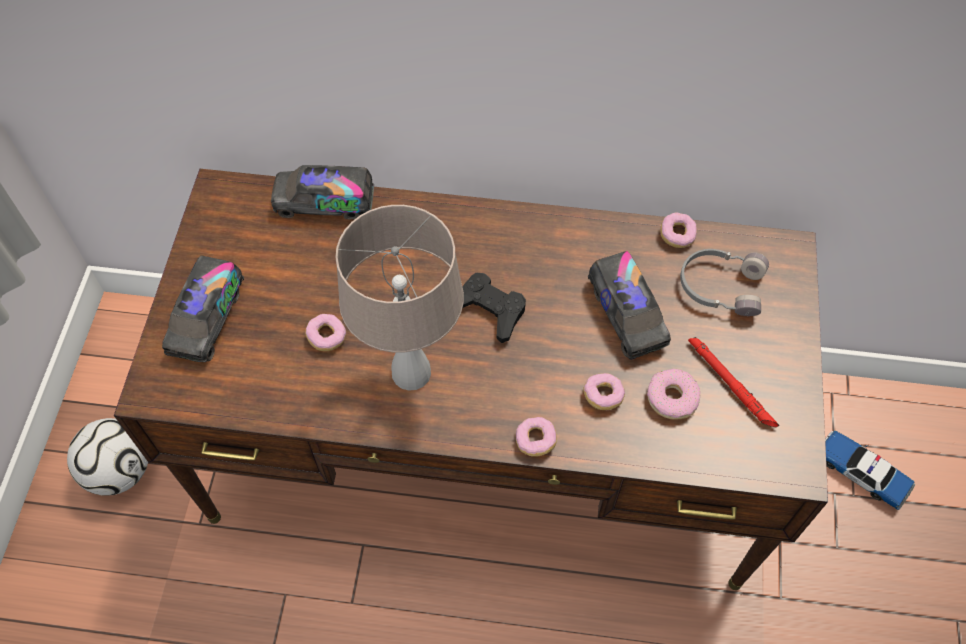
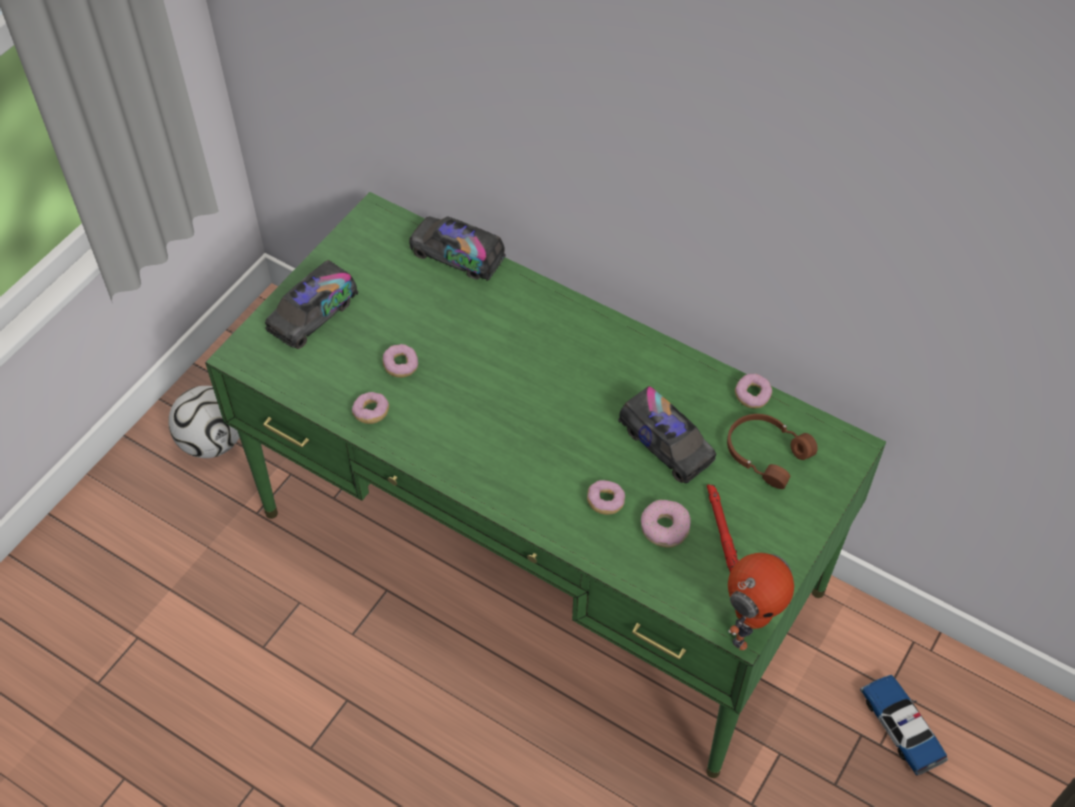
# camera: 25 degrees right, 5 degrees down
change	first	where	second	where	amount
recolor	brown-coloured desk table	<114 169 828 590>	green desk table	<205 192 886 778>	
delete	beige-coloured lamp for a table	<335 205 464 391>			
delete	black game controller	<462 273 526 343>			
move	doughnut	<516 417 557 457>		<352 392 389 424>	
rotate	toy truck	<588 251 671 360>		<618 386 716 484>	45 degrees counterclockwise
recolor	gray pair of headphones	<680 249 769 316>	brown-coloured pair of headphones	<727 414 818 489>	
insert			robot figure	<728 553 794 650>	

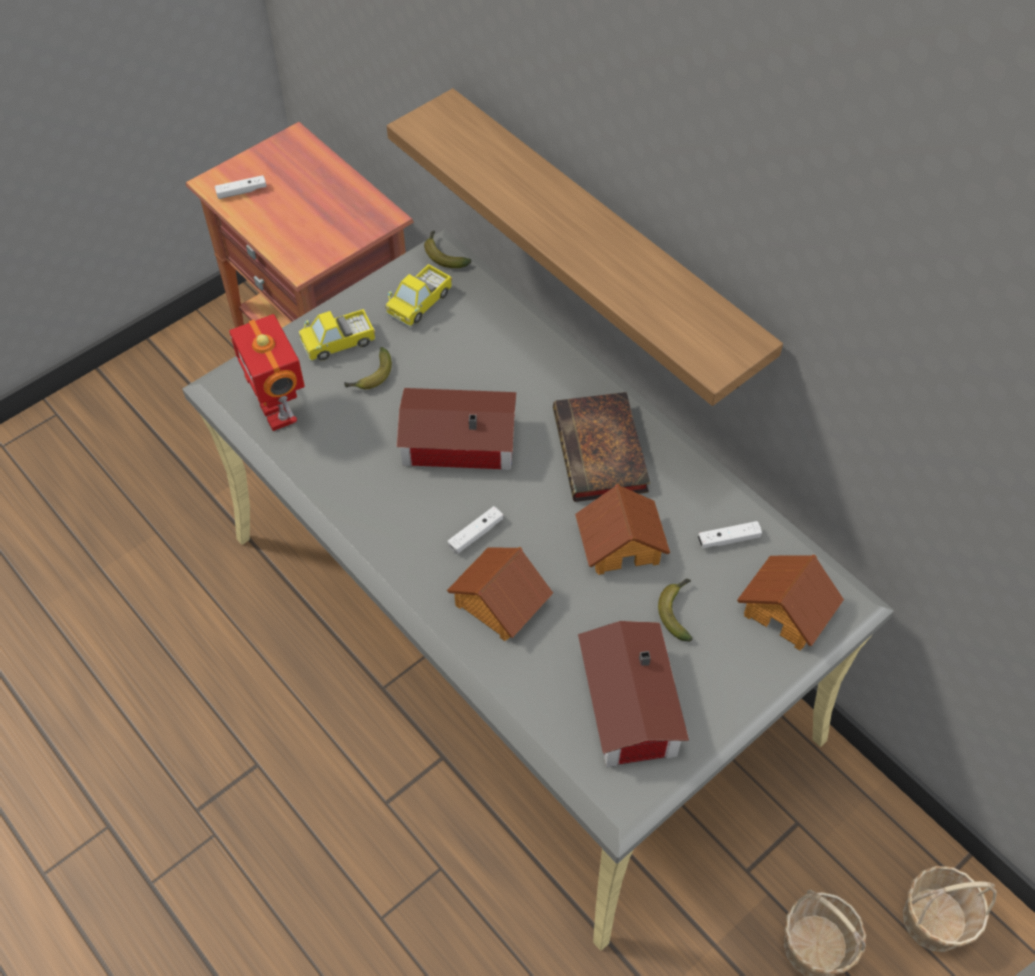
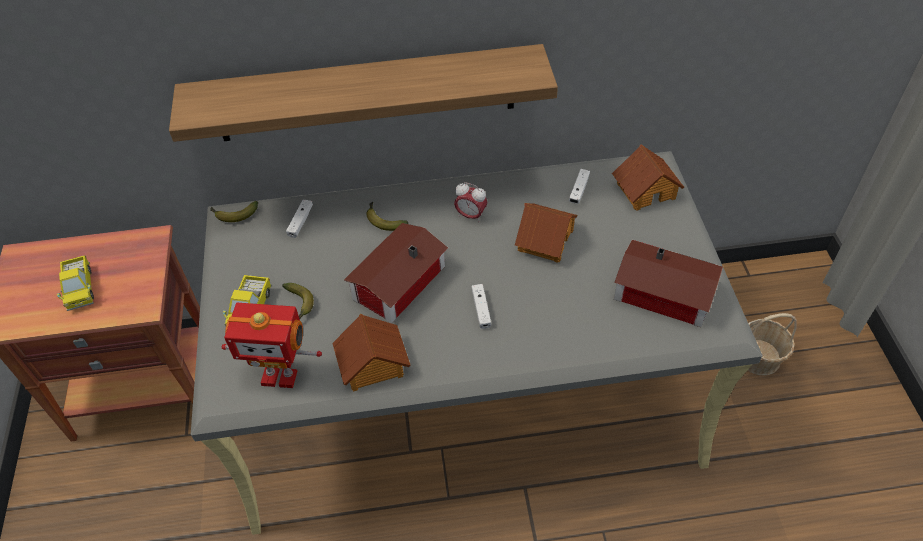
# camera: 55 degrees left, 5 degrees down
change	first	where	second	where	amount
move	whitish game controller	<215 175 267 199>		<286 200 313 238>	
move	toy truck	<385 264 453 328>		<57 255 94 311>	
move	model house	<447 547 553 641>		<332 314 411 391>	
replace	book	<553 392 650 502>	alarm clock	<454 182 487 222>	
move	banana	<658 579 692 642>		<366 202 408 231>	
delete	basket	<903 866 997 952>			

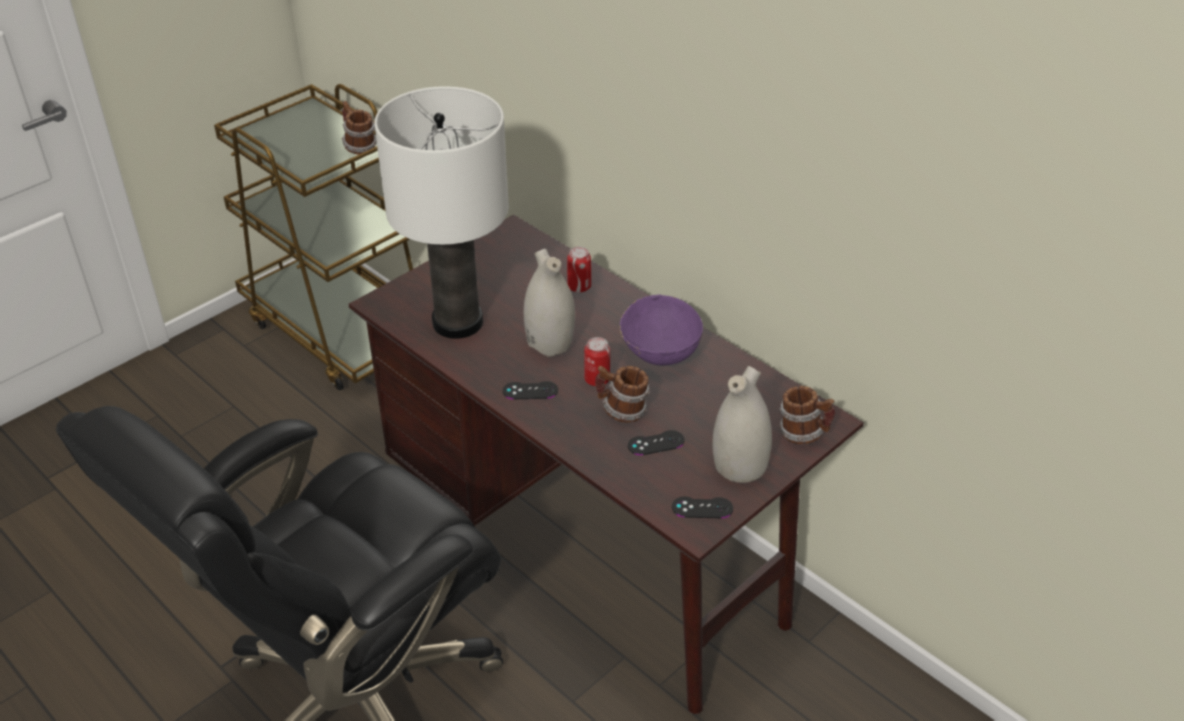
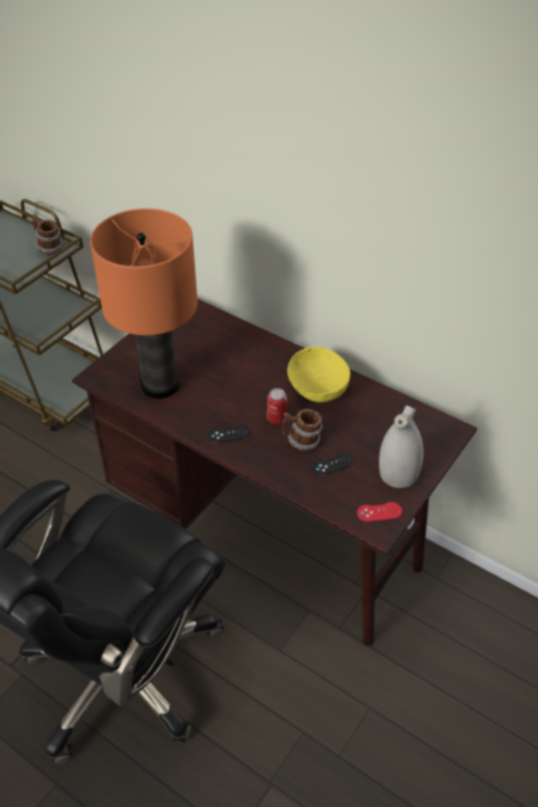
# camera: 10 degrees left, 5 degrees up
change	first	where	second	where	amount
recolor	whitish lamp for a table	<374 86 509 339>	orangey lamp for a table	<90 208 198 399>	
delete	whitish decorative vase	<524 249 575 357>			
delete	sealed can	<567 247 591 292>			
recolor	purple deep dish	<620 294 703 365>	yellowish deep dish	<287 347 350 402>	
recolor	black game controller	<672 496 733 518>	reddish game controller	<357 502 402 522>	
delete	mug	<779 386 835 444>			

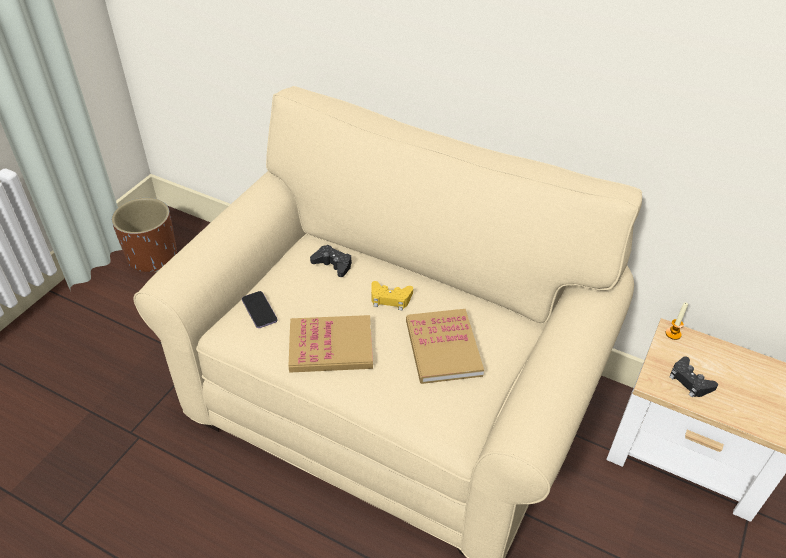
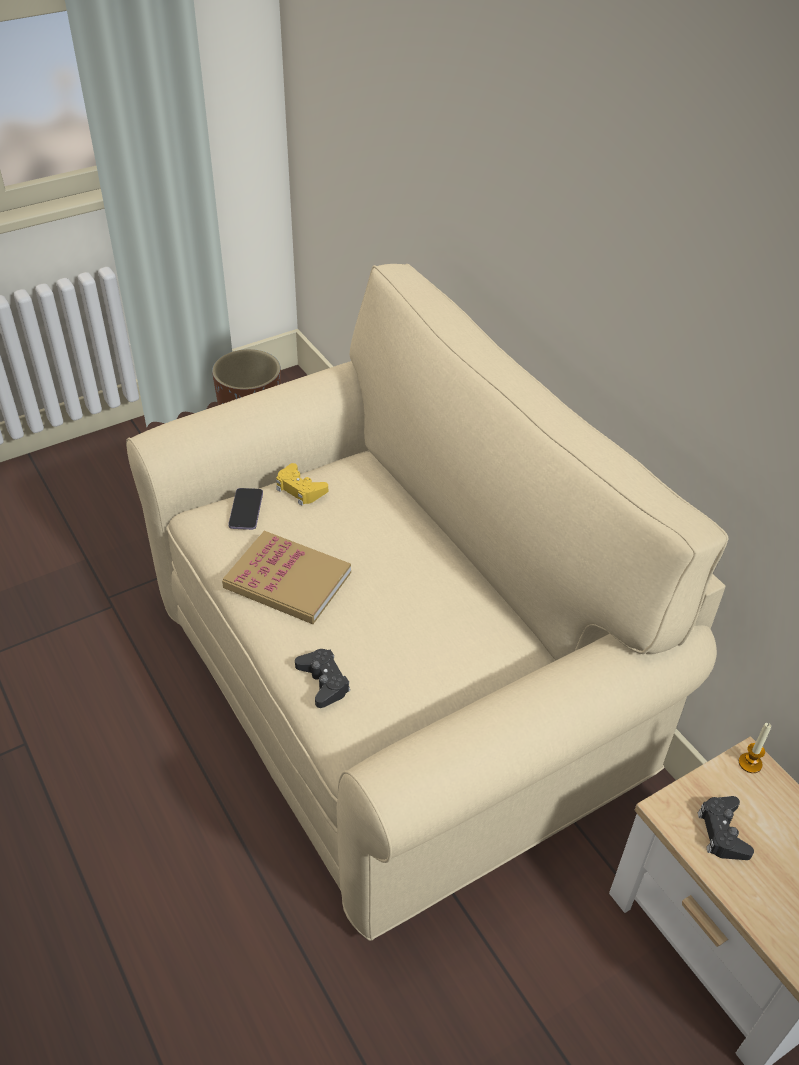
# camera: 30 degrees right, 0 degrees up
change	first	where	second	where	amount
move	black game controller	<310 245 352 277>		<295 649 350 708>	
move	yellowish game controller	<371 281 413 311>		<276 463 328 506>	
delete	book	<406 309 484 384>			

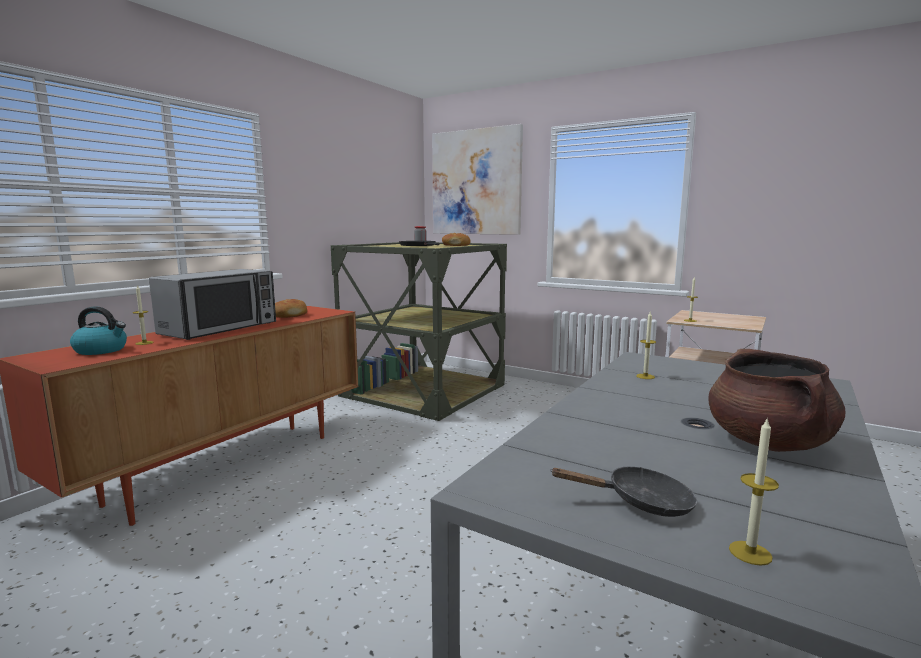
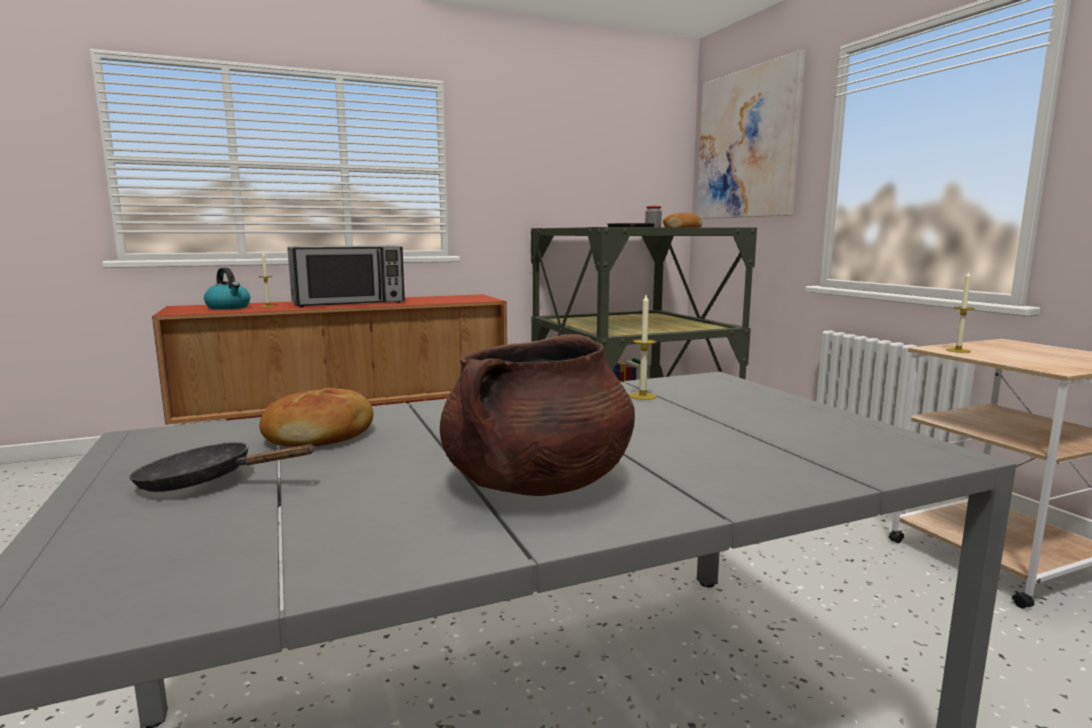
# camera: 35 degrees right, 0 degrees up
change	first	where	second	where	amount
move	bakery bread	<275 299 307 318>		<259 388 374 447>	
rotate	black frying pan	<550 467 697 517>		<129 442 315 492>	150 degrees clockwise
delete	wax candle	<729 417 779 566>			

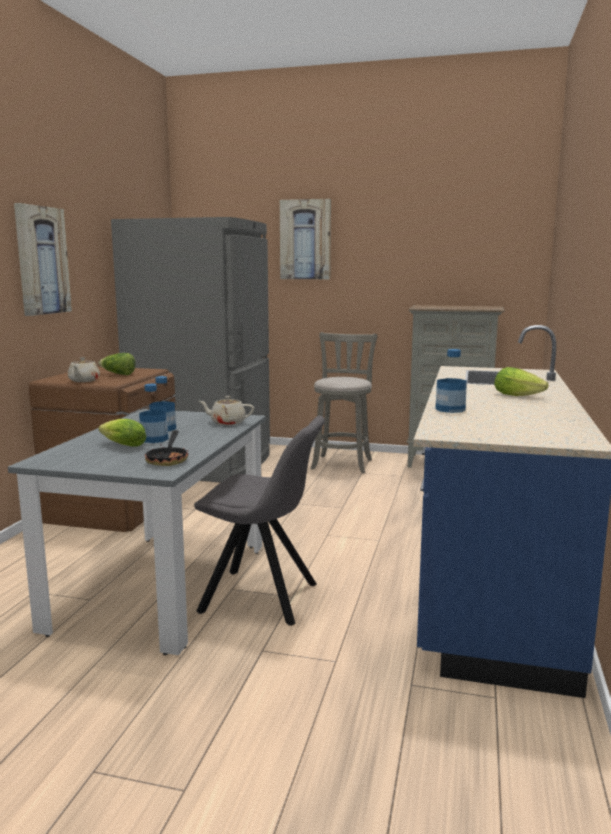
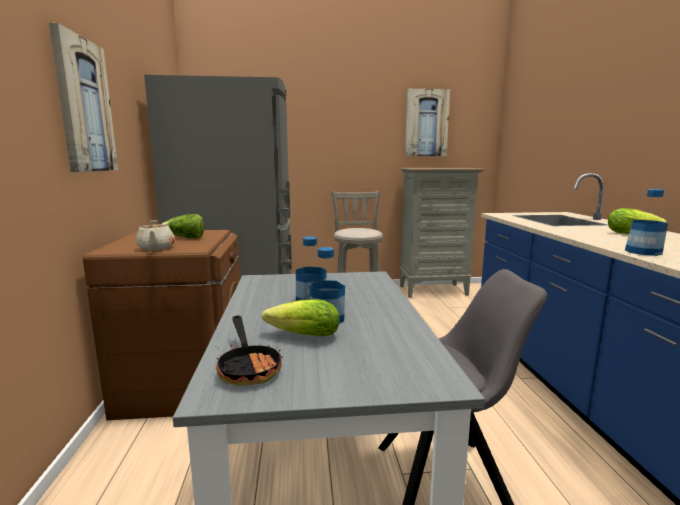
# camera: 20 degrees left, 0 degrees up
change	first	where	second	where	amount
move	frying pan	<145 431 188 466>		<216 316 283 386>	
delete	beige-coloured pot for tea	<199 396 254 425>			
move	picture	<280 199 331 279>		<405 89 450 156>	

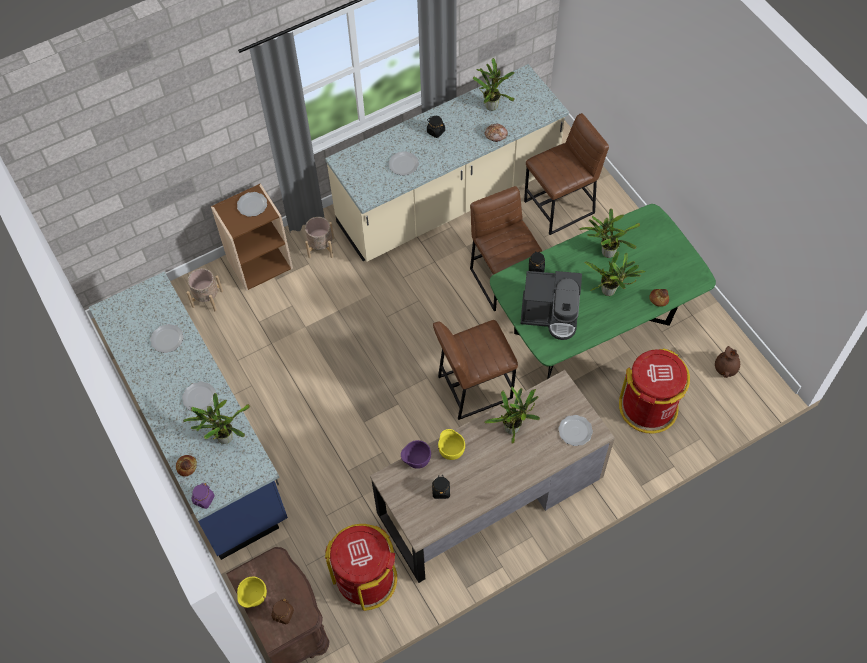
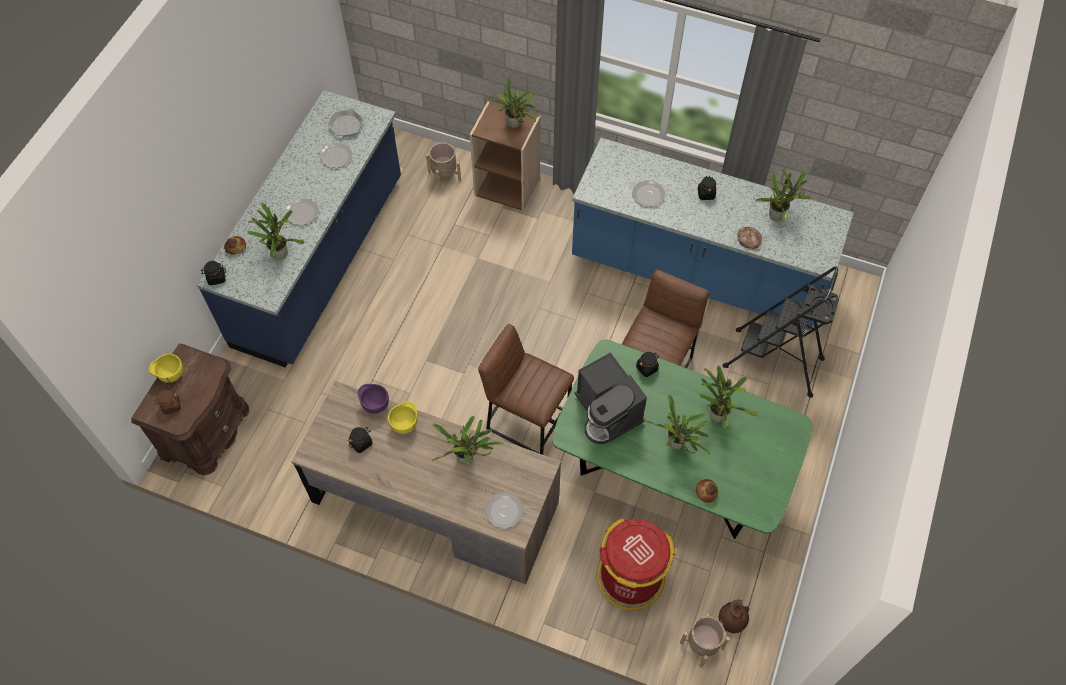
# camera: 50 degrees right, 0 degrees up
change	first	where	second	where	amount
recolor	purple jar	<192 483 215 509>	black jar	<201 261 226 285>	
replace	plate	<237 192 267 217>	potted plant	<484 78 536 128>	
move	beige-coloured flower pot	<305 217 334 258>		<680 614 730 668>	
recolor	beige-coloured kitchen base unit	<325 64 569 262>	blue kitchen base unit	<572 138 854 330>	
delete	reddish trash can	<325 524 397 611>			
replace	brown-coloured chair	<524 113 609 235>	stepladder	<722 266 839 398>	
insert			frying pan	<328 108 363 138>	

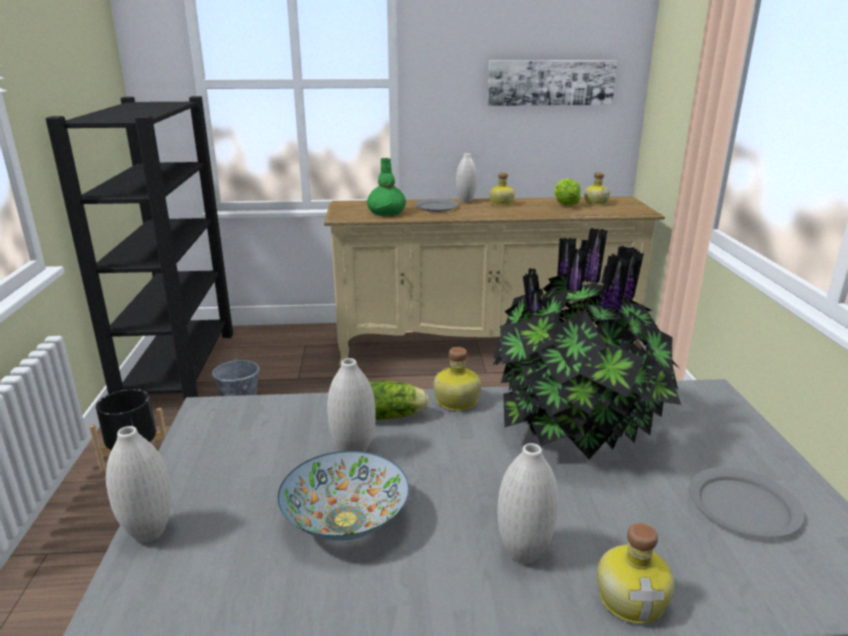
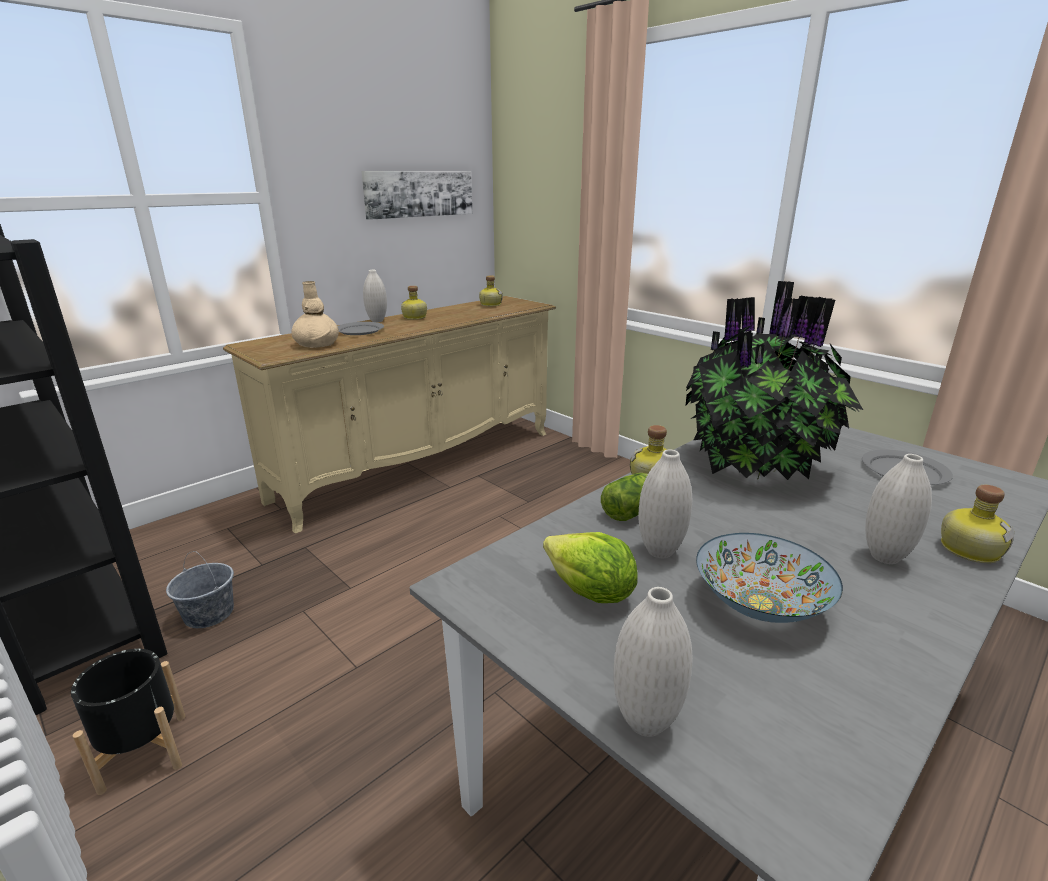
# camera: 40 degrees left, 0 degrees up
change	first	where	second	where	amount
recolor	green decorative vase	<367 158 406 216>	beige-coloured decorative vase	<292 281 339 348>	
move	head of lettuce	<554 178 581 206>		<543 532 638 603>	

